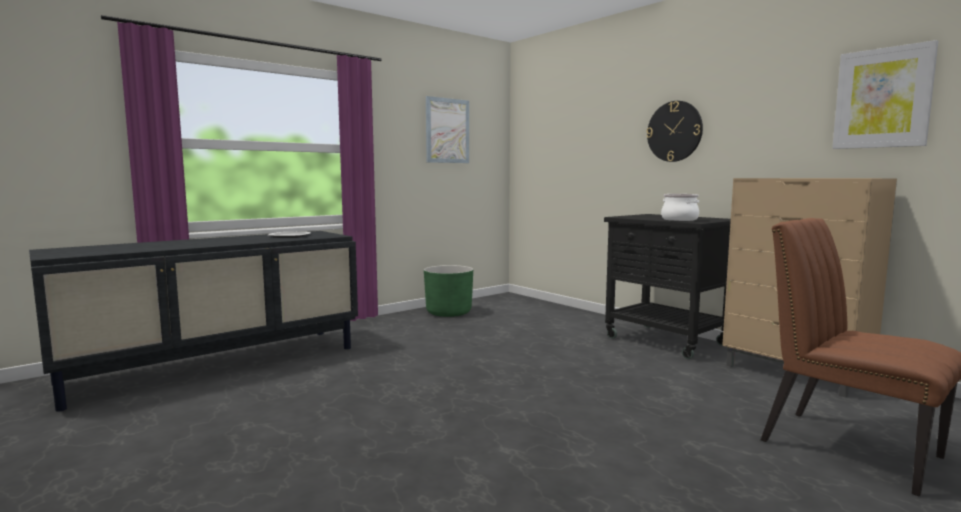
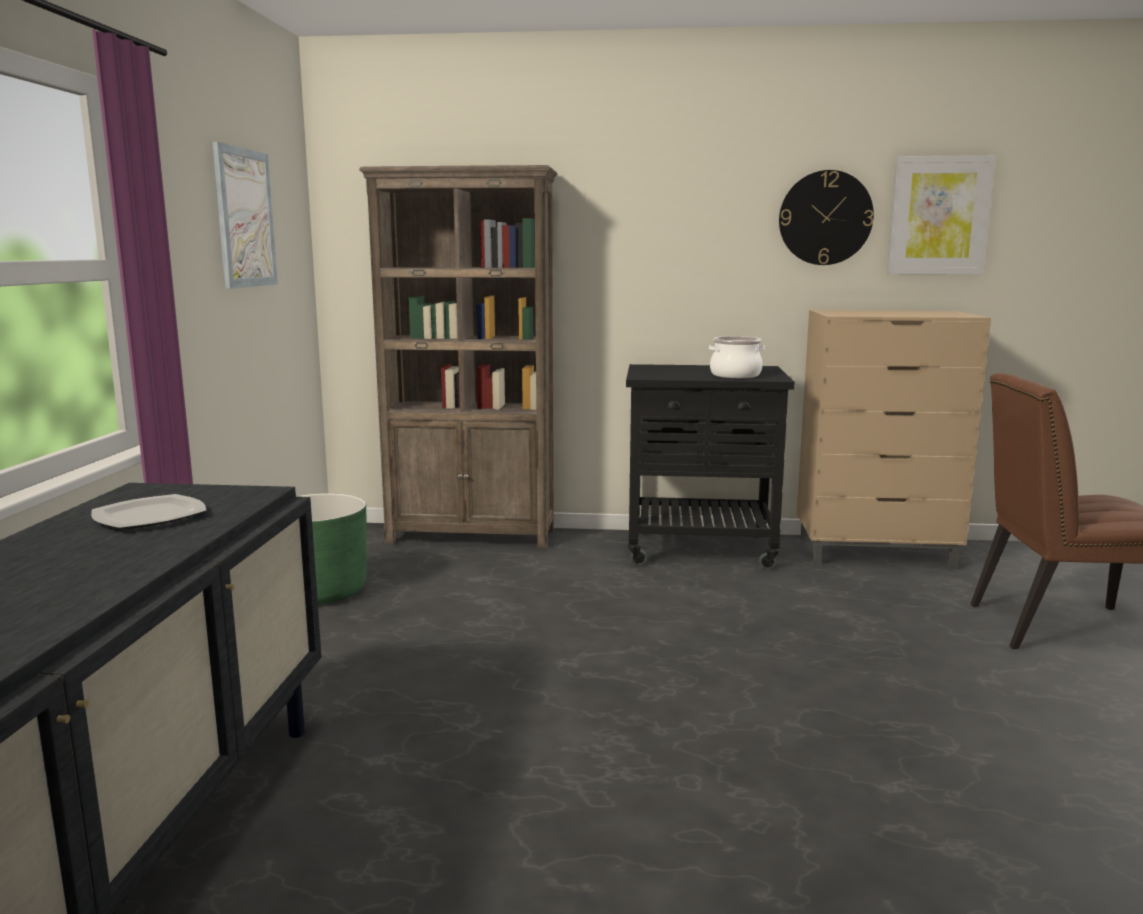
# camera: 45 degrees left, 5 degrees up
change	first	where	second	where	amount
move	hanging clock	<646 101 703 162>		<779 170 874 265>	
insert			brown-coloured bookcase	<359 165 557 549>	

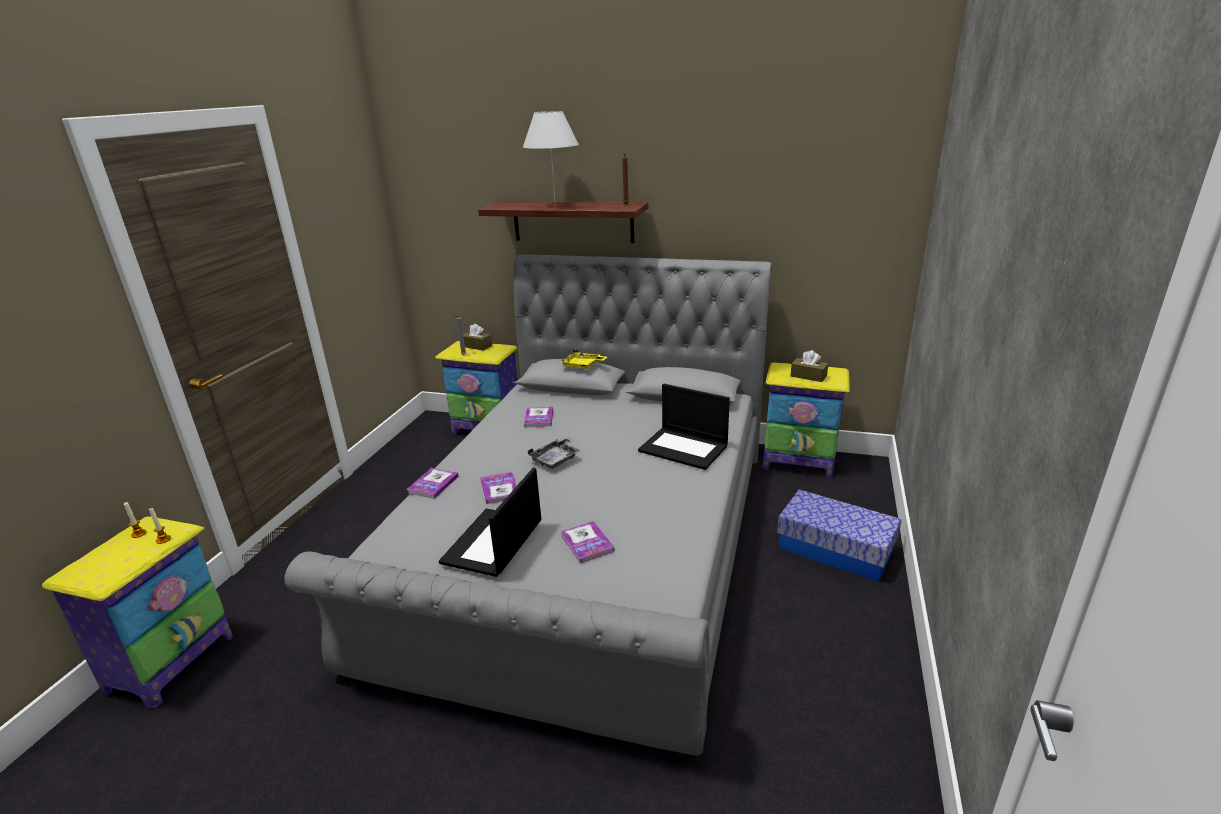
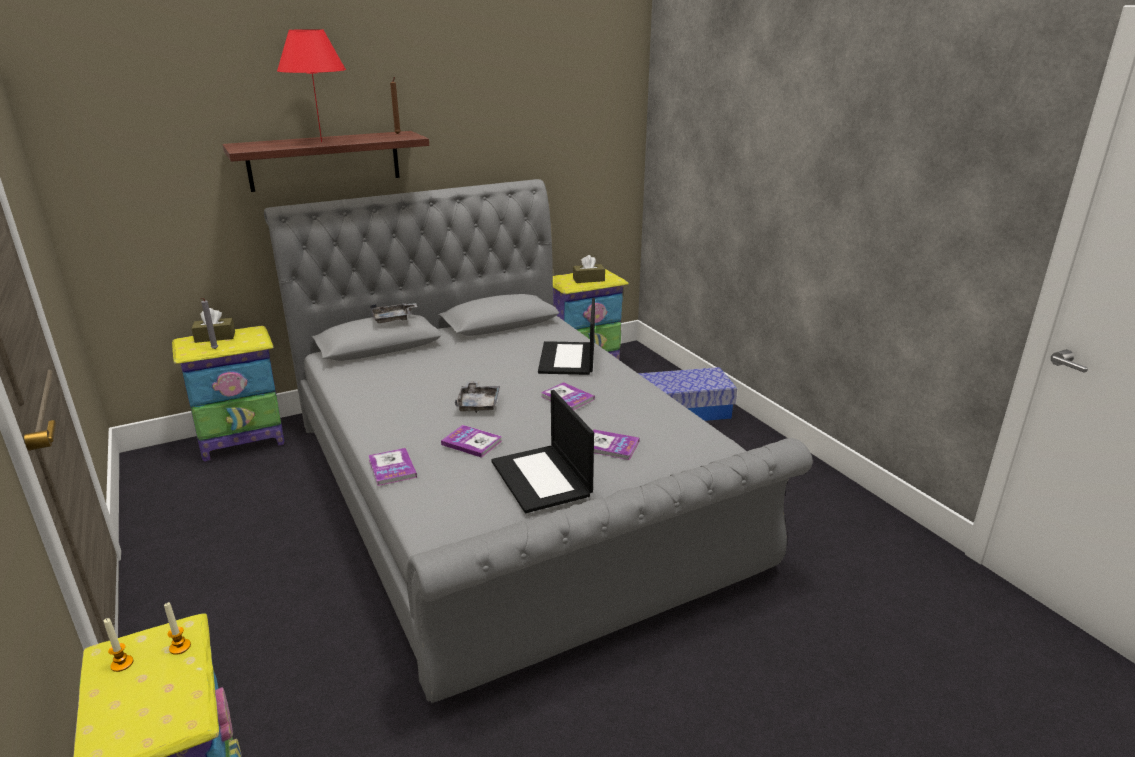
# camera: 45 degrees left, 0 degrees up
change	first	where	second	where	amount
recolor	whitish lamp for a table	<523 111 579 206>	reddish lamp for a table	<277 29 346 142>	
move	book	<524 407 553 428>		<541 382 595 410>	
recolor	yellowish tray	<560 349 607 369>	gray tray	<370 303 418 323>	
rotate	portable computer	<638 384 730 470>		<538 298 595 375>	105 degrees clockwise

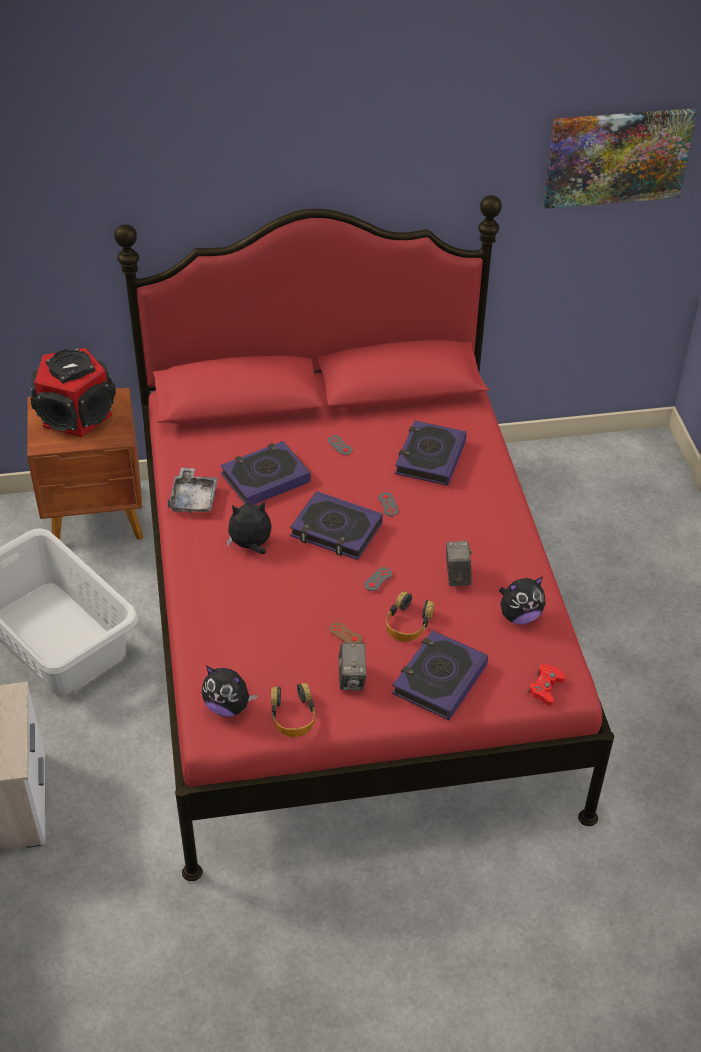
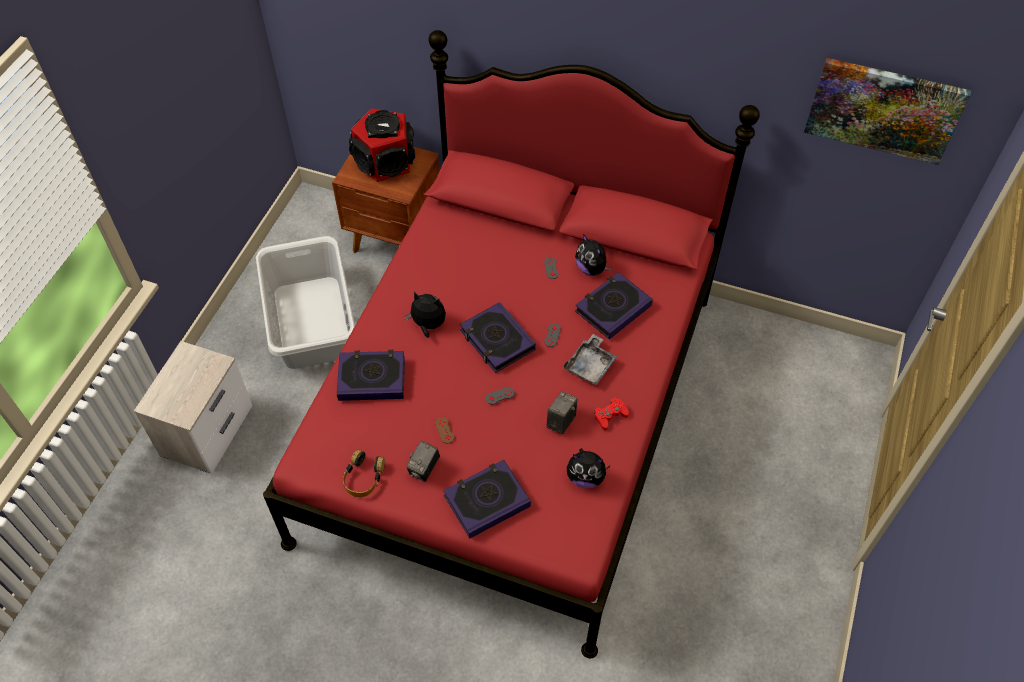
# camera: 30 degrees right, 10 degrees up
change	first	where	second	where	amount
move	gray tray	<167 467 218 514>		<564 334 617 385>	
move	soft toy	<202 666 257 717>		<575 234 612 276>	
move	book	<220 441 311 504>		<337 350 405 401>	
delete	pair of headphones	<386 591 434 642>			
move	reddish game controller	<527 664 565 706>		<594 397 629 431>	

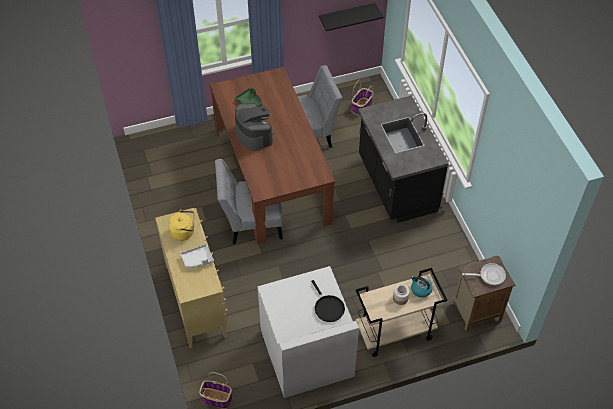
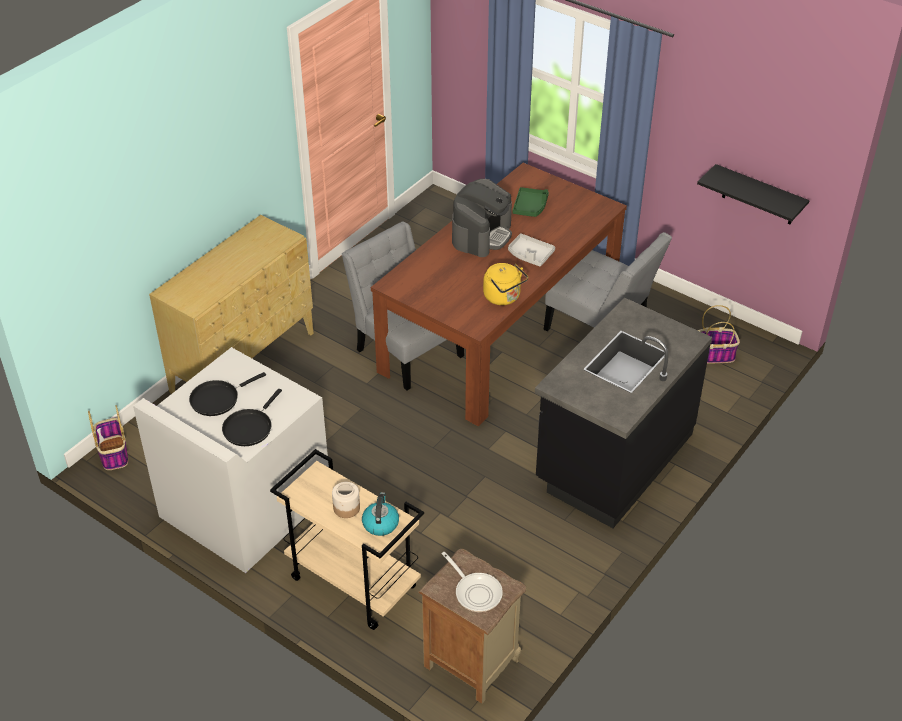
# camera: 55 degrees right, 10 degrees down
change	first	where	second	where	amount
move	yellowish tea kettle	<168 209 194 241>		<483 263 528 305>	
move	gray tray	<180 244 214 268>		<508 233 555 267>	
insert			black frying pan	<189 372 266 416>	

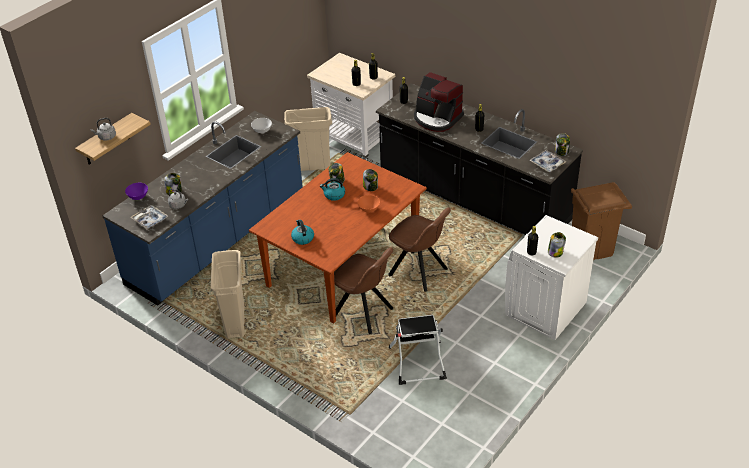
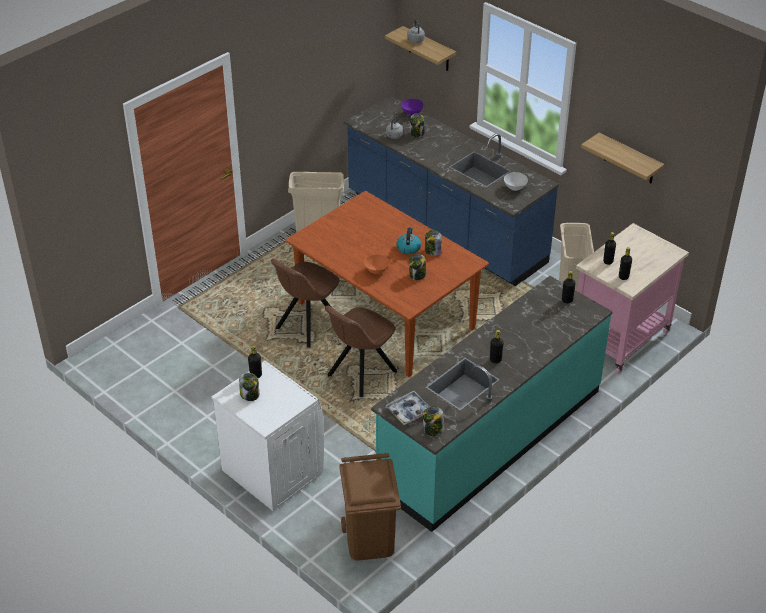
# camera: 95 degrees right, 0 degrees up
change	first	where	second	where	amount
delete	tray	<130 205 169 230>			
delete	tea kettle	<291 220 314 245>			
recolor	whitish wheeled cart	<307 53 395 161>	pink wheeled cart	<576 223 689 374>	
recolor	black kitchen base unit	<376 83 583 235>	turquoise kitchen base unit	<371 276 613 532>	
delete	stepladder	<388 315 447 385>			
delete	coffee brewer	<414 72 464 132>			
insert			shelf	<581 132 664 183>	

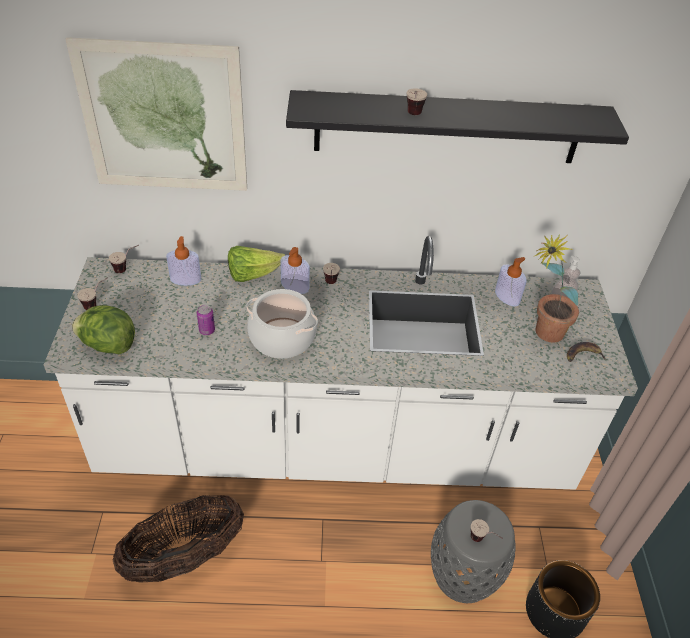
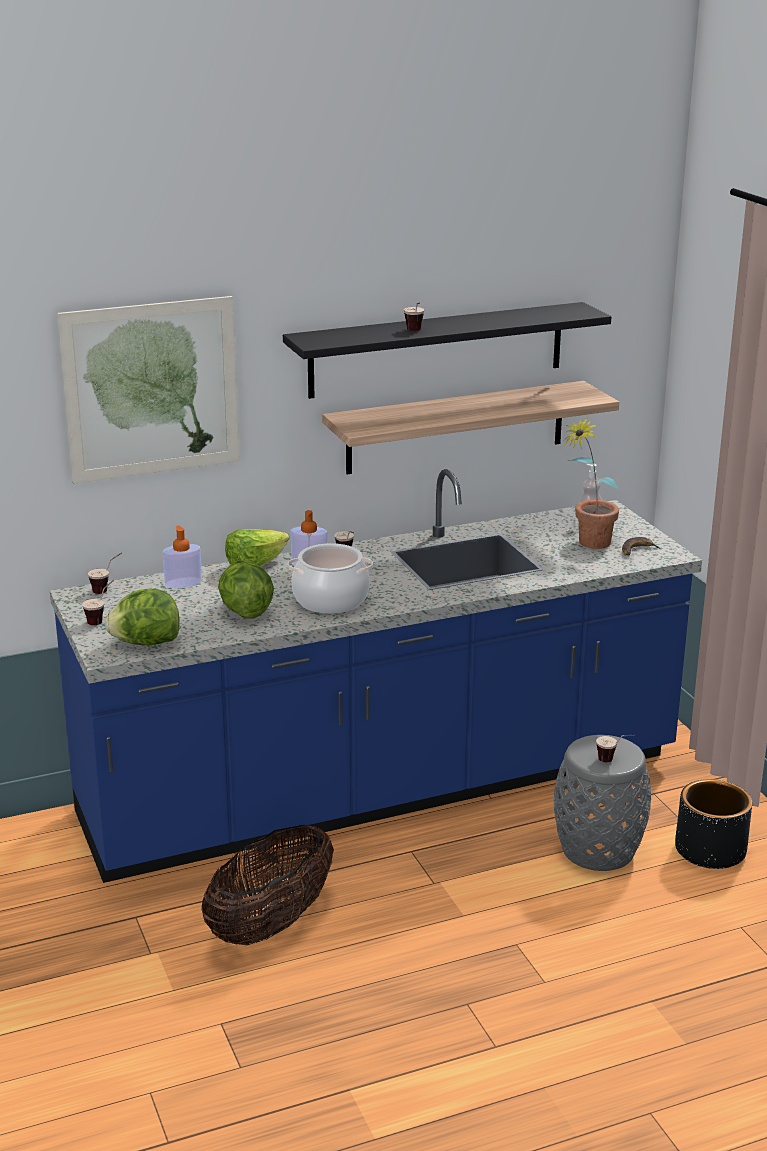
# camera: 20 degrees left, 20 degrees down
change	first	where	second	where	amount
recolor	whitish kitchen base unit	<44 236 638 490>	blue kitchen base unit	<50 469 702 883>	
replace	sealed can	<197 305 215 335>	head of lettuce	<218 560 274 619>	
delete	soap dispenser	<495 257 527 307>			
insert			shelf	<322 381 619 474>	

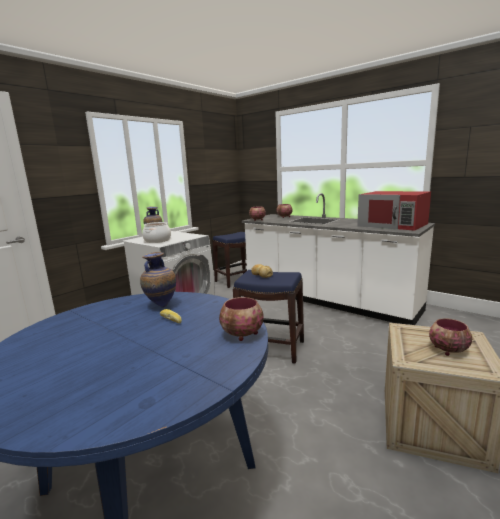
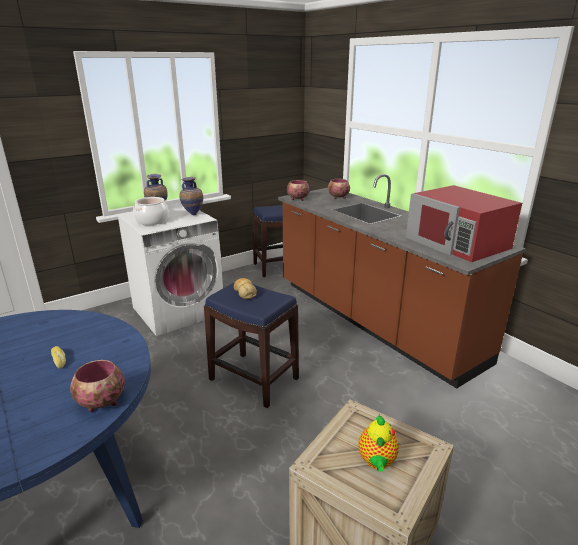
# camera: 15 degrees right, 10 degrees up
change	first	where	second	where	amount
move	decorative vase	<140 252 176 308>		<179 177 203 215>	
recolor	whitish kitchen base unit	<242 193 435 325>	brown-coloured kitchen base unit	<278 174 526 389>	
replace	deep dish	<429 318 472 356>	pot for tea	<358 414 399 472>	

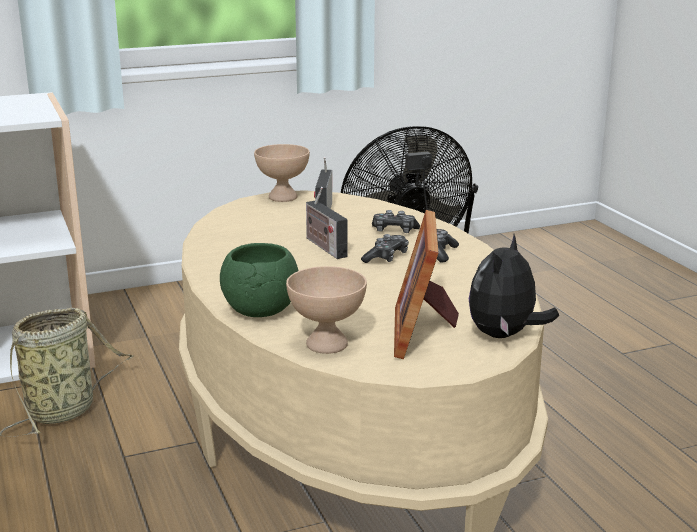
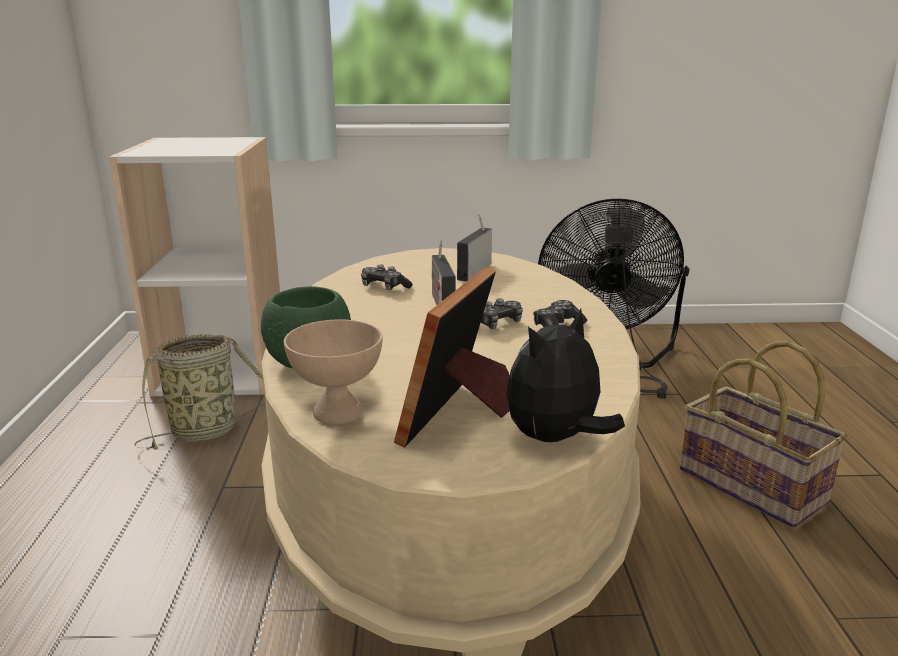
# camera: 20 degrees right, 0 degrees up
change	first	where	second	where	amount
delete	beige-coloured deep dish	<254 144 310 202>			
move	game controller	<372 210 420 233>		<361 264 413 290>	
insert			basket	<680 341 848 528>	

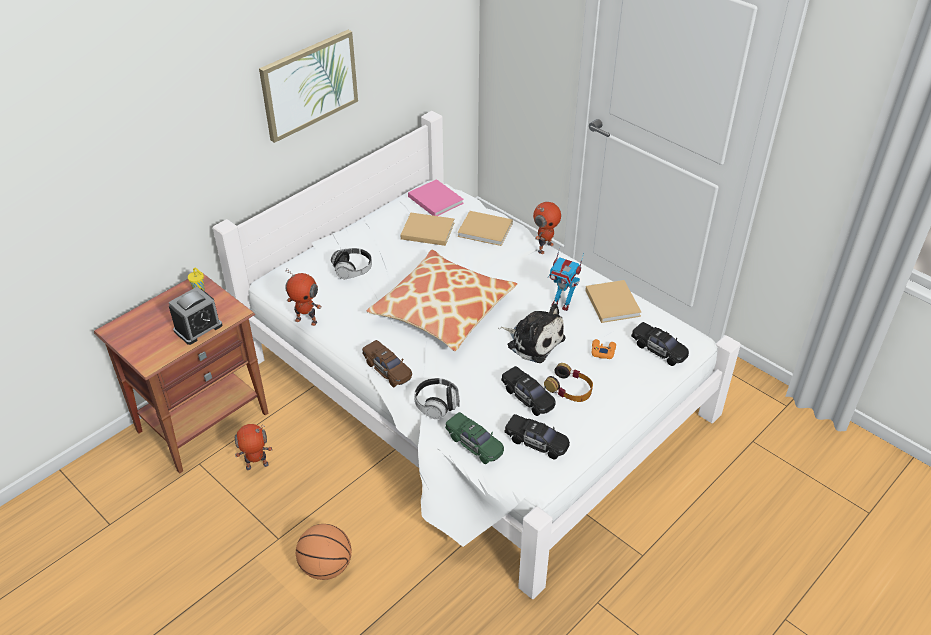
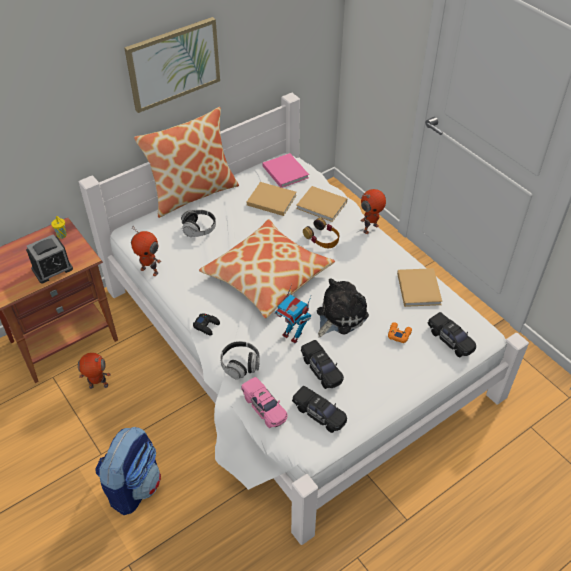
# camera: 10 degrees right, 5 degrees up
change	first	where	second	where	amount
replace	basketball	<296 524 352 580>	knapsack	<96 427 161 515>	
replace	brown-coloured model car	<362 340 412 387>	black game controller	<193 313 220 336>	
recolor	green model car	<445 412 504 464>	pink model car	<241 377 288 428>	
rotate	soft toy	<498 304 566 363>		<317 278 369 338>	90 degrees counterclockwise
move	pair of headphones	<544 363 593 402>		<303 218 339 248>	
move	robot figure	<548 245 584 311>		<275 283 311 343>	
insert			pillow	<134 107 239 218>	

